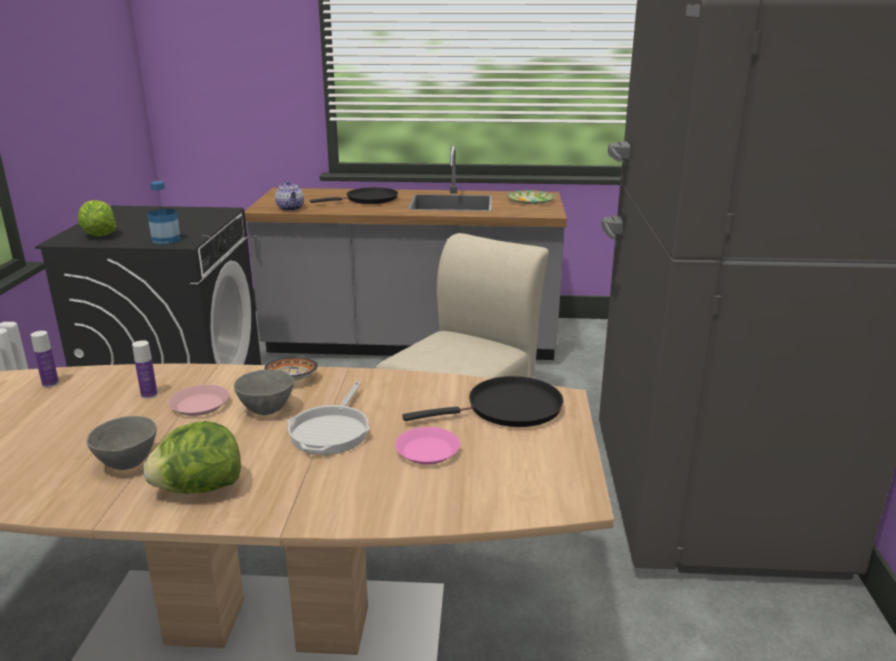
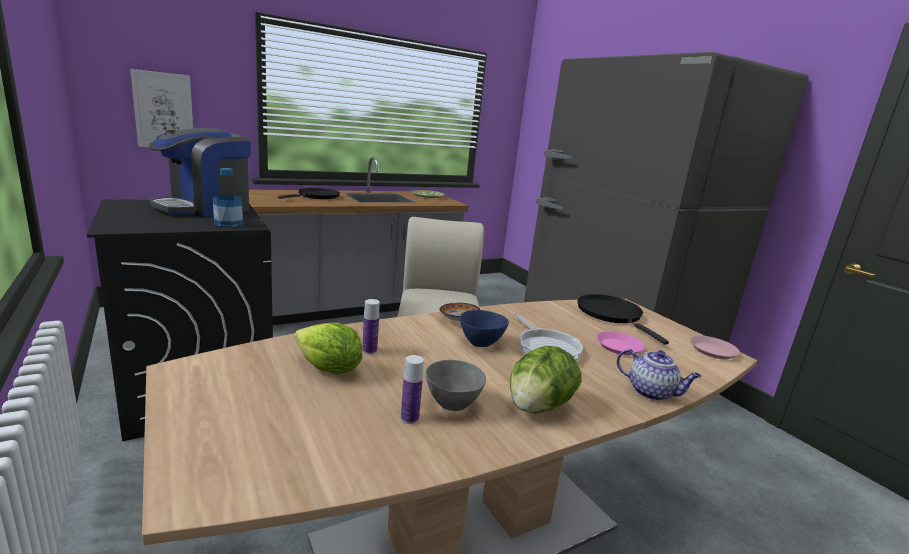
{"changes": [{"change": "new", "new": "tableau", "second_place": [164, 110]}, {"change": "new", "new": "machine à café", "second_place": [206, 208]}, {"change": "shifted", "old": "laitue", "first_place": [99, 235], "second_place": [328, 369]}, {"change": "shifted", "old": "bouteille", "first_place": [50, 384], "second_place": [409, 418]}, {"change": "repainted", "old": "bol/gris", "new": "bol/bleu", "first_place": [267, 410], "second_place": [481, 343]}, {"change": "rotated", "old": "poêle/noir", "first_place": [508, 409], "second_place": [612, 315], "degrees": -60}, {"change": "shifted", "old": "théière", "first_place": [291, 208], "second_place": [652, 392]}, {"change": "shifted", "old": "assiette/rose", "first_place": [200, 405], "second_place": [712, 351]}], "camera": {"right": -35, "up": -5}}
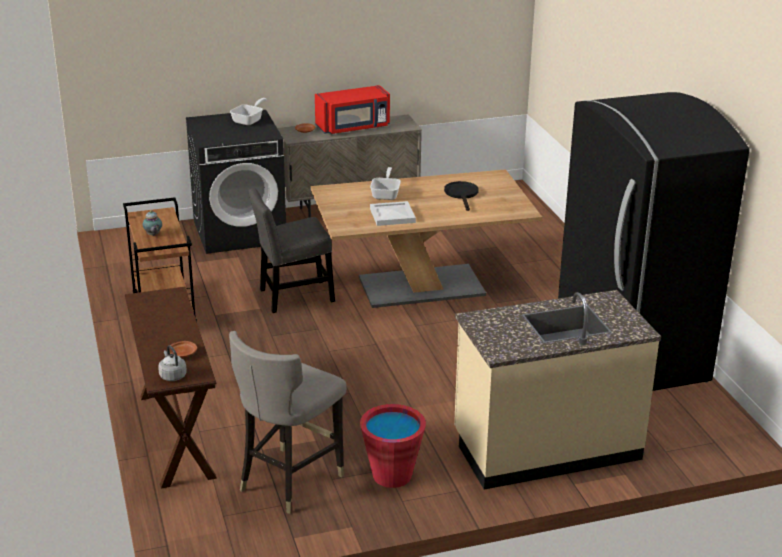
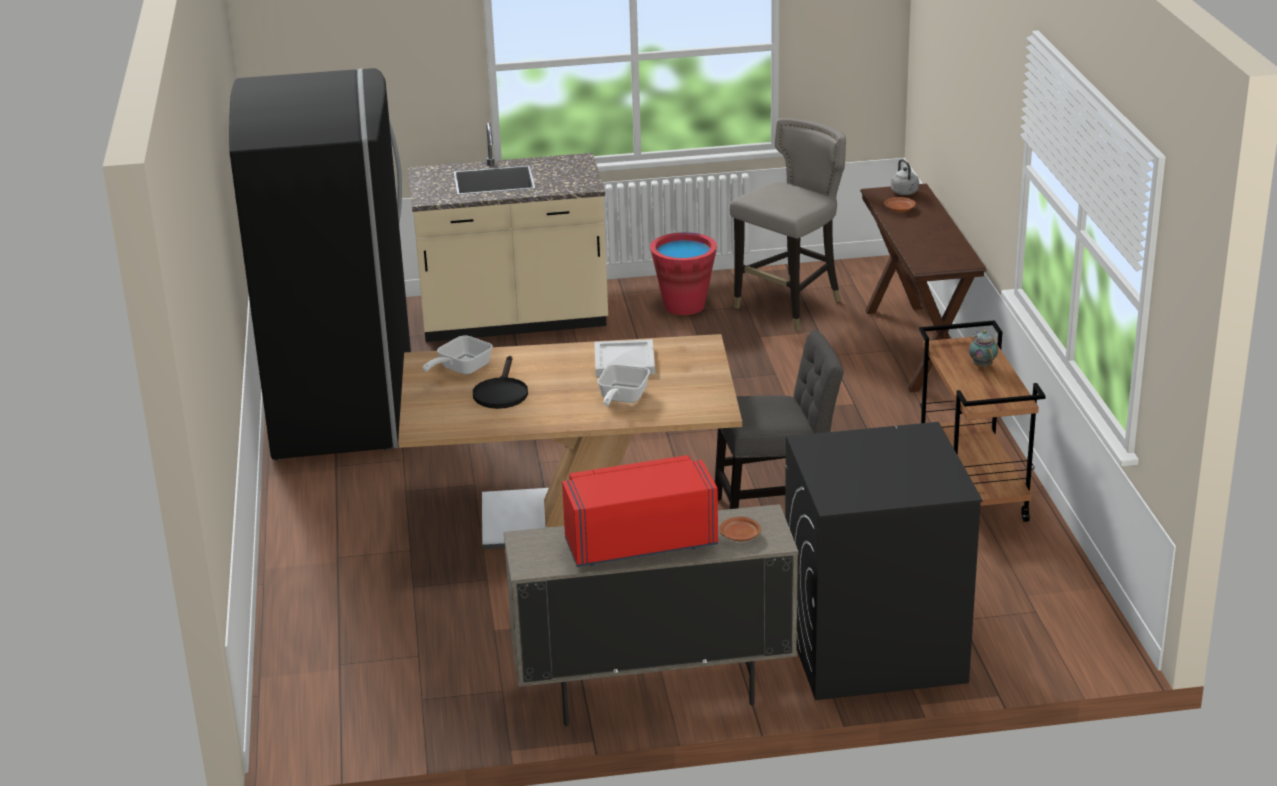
{"changes": [{"change": "shifted", "old": "poêle", "first_place": [249, 120], "second_place": [460, 369]}], "camera": {"right": -170, "up": 0}}
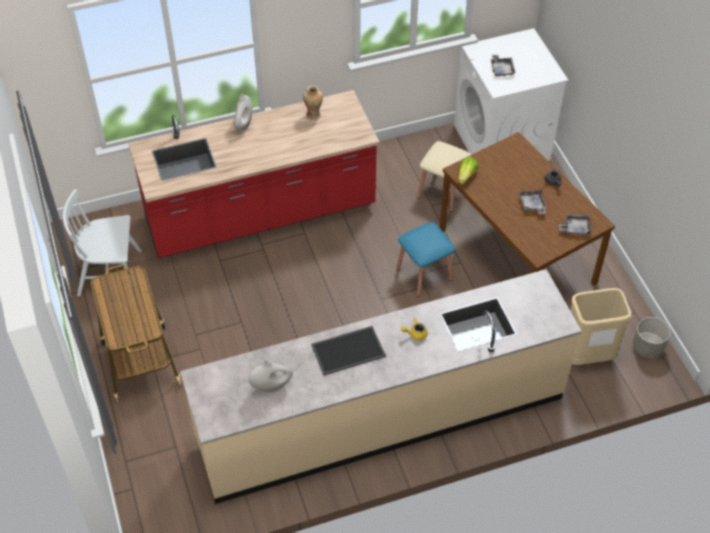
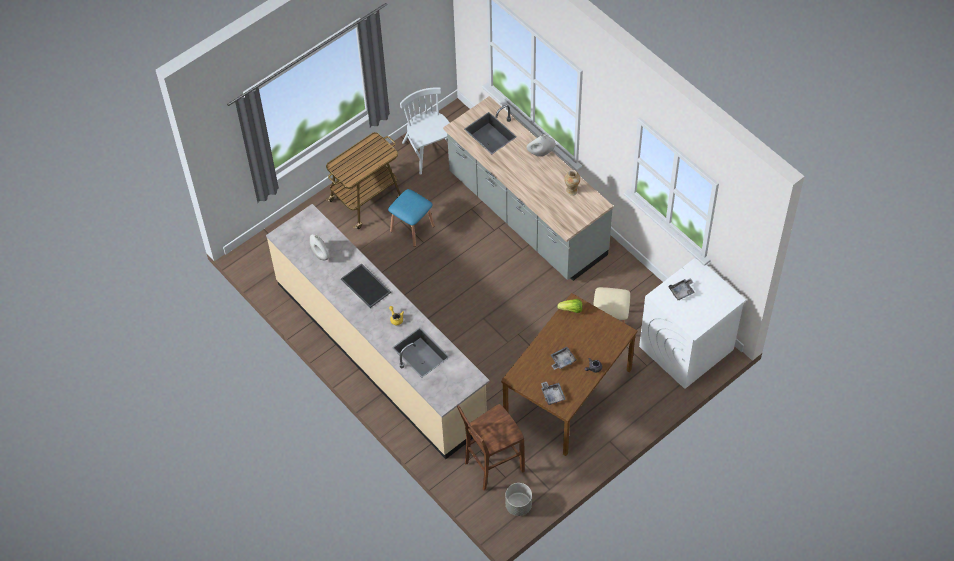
{"changes": [{"change": "shifted", "old": "tabouret/bleu", "first_place": [424, 274], "second_place": [412, 228]}, {"change": "repainted", "old": "comptoir de cuisine/rouge", "new": "comptoir de cuisine/gris", "first_place": [260, 214], "second_place": [526, 215]}, {"change": "swapped", "old": "poubelle/beige", "new": "tabouret/marron", "first_place": [587, 355], "second_place": [492, 466]}], "camera": {"right": 70, "up": 5}}
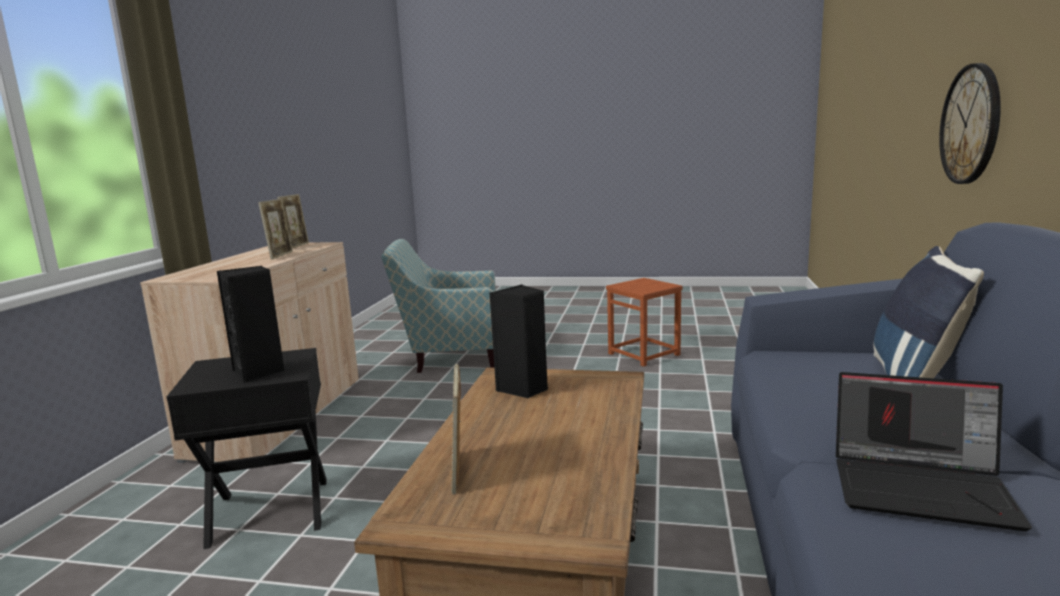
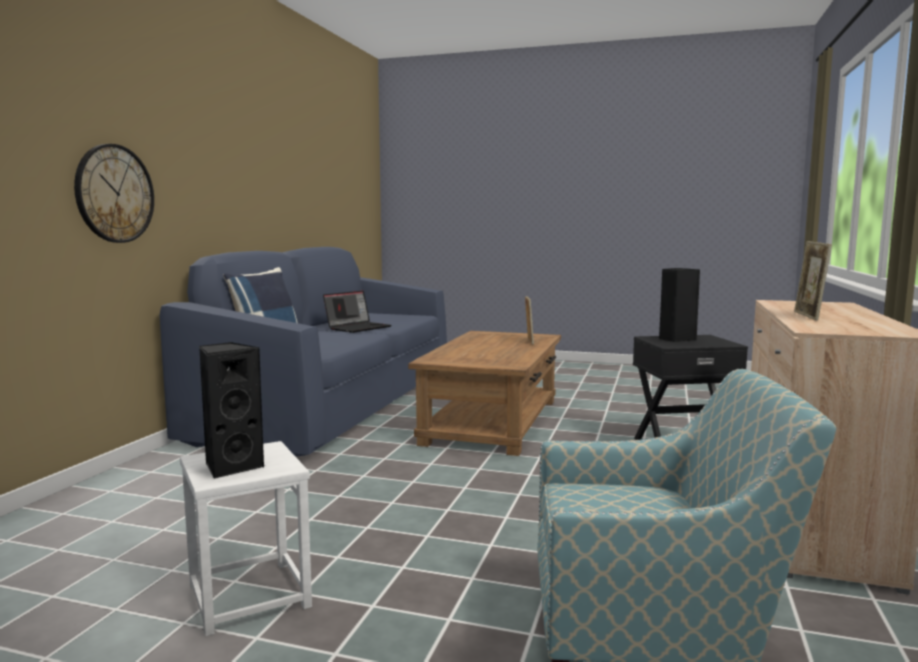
{"changes": [{"change": "repainted", "old": "tabouret/marron", "new": "tabouret/blanc", "first_place": [644, 354], "second_place": [248, 596]}, {"change": "shifted", "old": "enceinte/noir", "first_place": [523, 389], "second_place": [232, 466]}, {"change": "rotated", "old": "ordinateur portable", "first_place": [923, 488], "second_place": [358, 327], "degrees": 105}, {"change": "gone", "old": "cadre photo", "first_place": [297, 246]}], "camera": {"right": -175, "up": -5}}
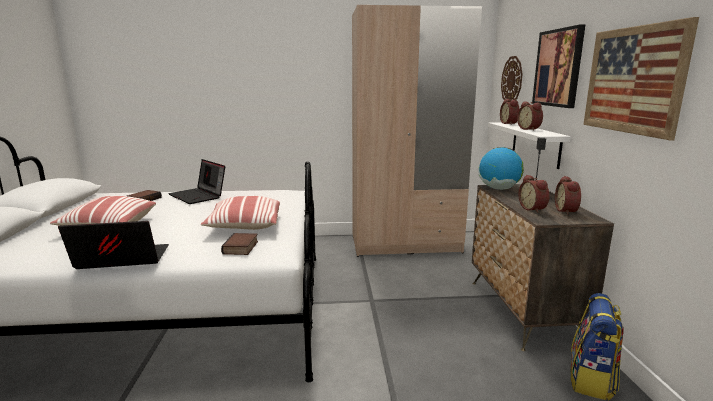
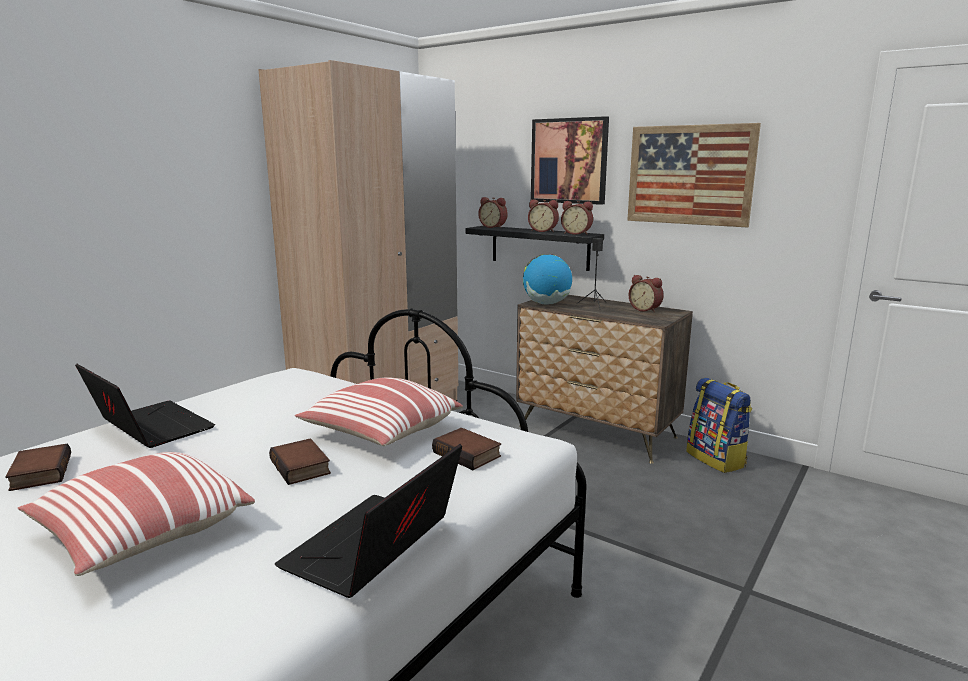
{"changes": [{"change": "rotated", "old": "ordinateur portable", "first_place": [199, 196], "second_place": [148, 427], "degrees": -135}, {"change": "new", "new": "livre", "second_place": [302, 467]}, {"change": "repainted", "old": "étagère/blanc", "new": "étagère/noir", "first_place": [535, 144], "second_place": [539, 247]}, {"change": "shifted", "old": "réveil", "first_place": [533, 209], "second_place": [577, 233]}, {"change": "gone", "old": "horloge murale", "first_place": [512, 80]}], "camera": {"right": -50, "up": 0}}
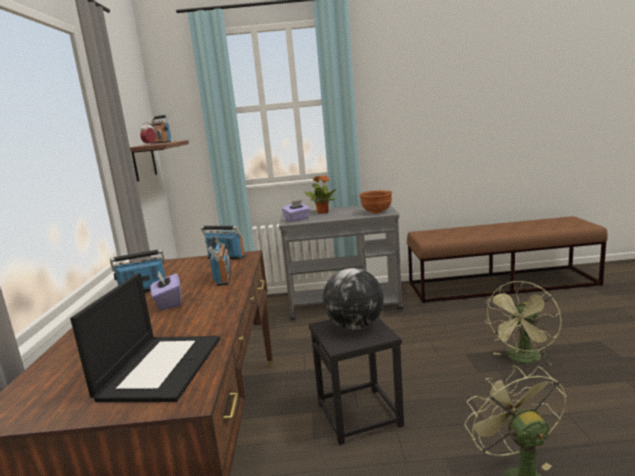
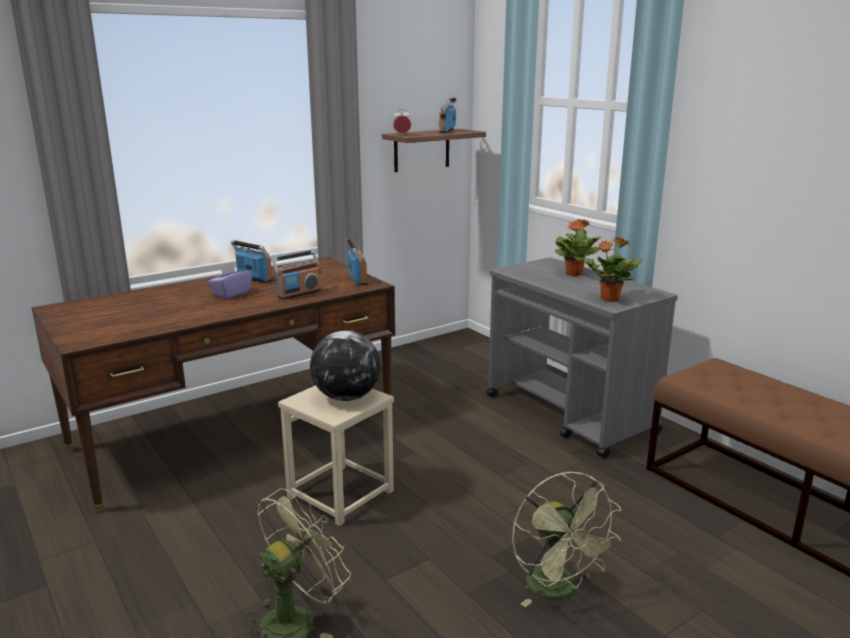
{"changes": [{"change": "repainted", "old": "tabouret/noir", "new": "tabouret/beige", "first_place": [359, 414], "second_place": [341, 494]}, {"change": "rotated", "old": "ventilateur/vert", "first_place": [523, 360], "second_place": [559, 590], "degrees": -120}, {"change": "swapped", "old": "bol/marron", "new": "plante en pot", "first_place": [376, 212], "second_place": [609, 299]}, {"change": "gone", "old": "ordinateur portable", "first_place": [161, 366]}, {"change": "gone", "old": "boîte à mouchoirs/violet", "first_place": [297, 219]}], "camera": {"right": 55, "up": 5}}
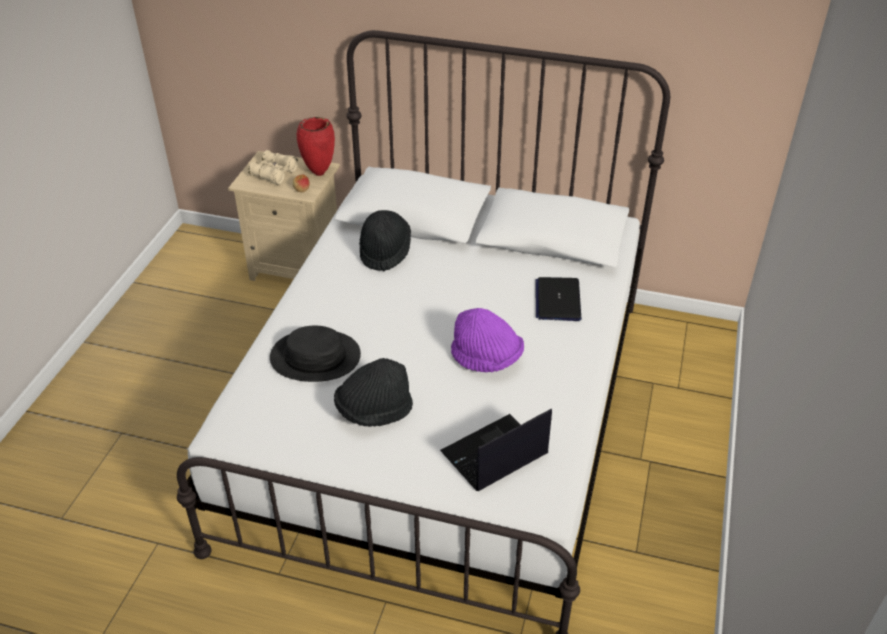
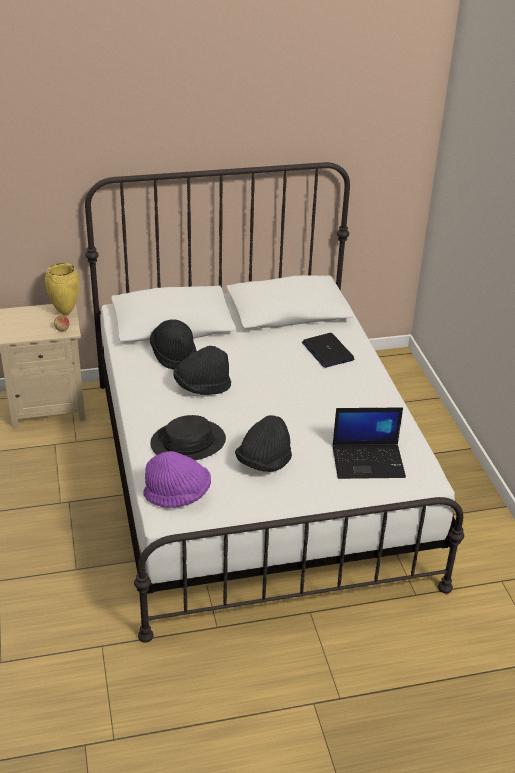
{"changes": [{"change": "repainted", "old": "vase/rouge", "new": "vase/jaune", "first_place": [319, 173], "second_place": [65, 312]}, {"change": "shifted", "old": "chapeau/violet", "first_place": [486, 359], "second_place": [178, 495]}, {"change": "new", "new": "chapeau/noir", "second_place": [202, 387]}, {"change": "rotated", "old": "ordinateur portable", "first_place": [494, 455], "second_place": [369, 461], "degrees": -120}, {"change": "gone", "old": "jumelles/beige", "first_place": [274, 173]}], "camera": {"right": -30, "up": -5}}
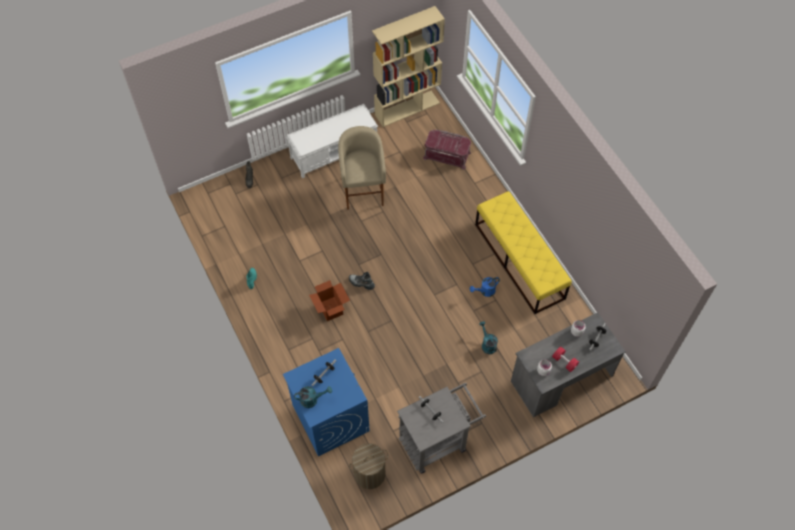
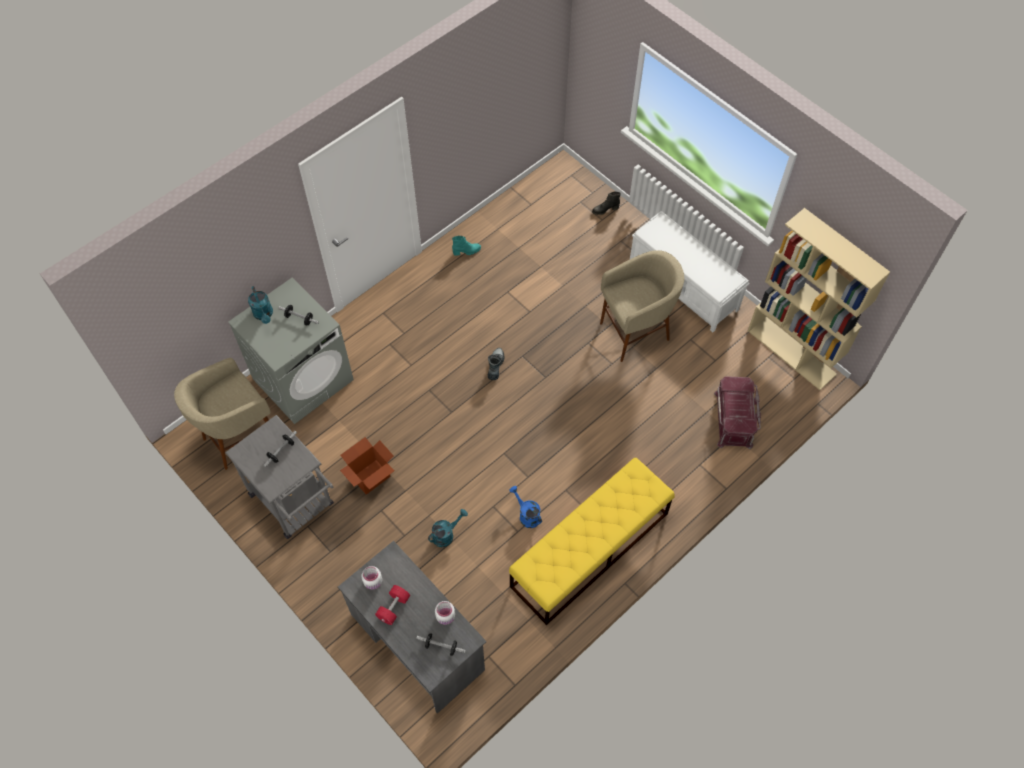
{"changes": [{"change": "swapped", "old": "panier à linge", "new": "tabouret/beige", "first_place": [369, 474], "second_place": [239, 438]}, {"change": "repainted", "old": "lave-linge/bleu", "new": "lave-linge/gris", "first_place": [330, 418], "second_place": [303, 379]}, {"change": "shifted", "old": "carton", "first_place": [331, 309], "second_place": [370, 477]}], "camera": {"right": 75, "up": 0}}
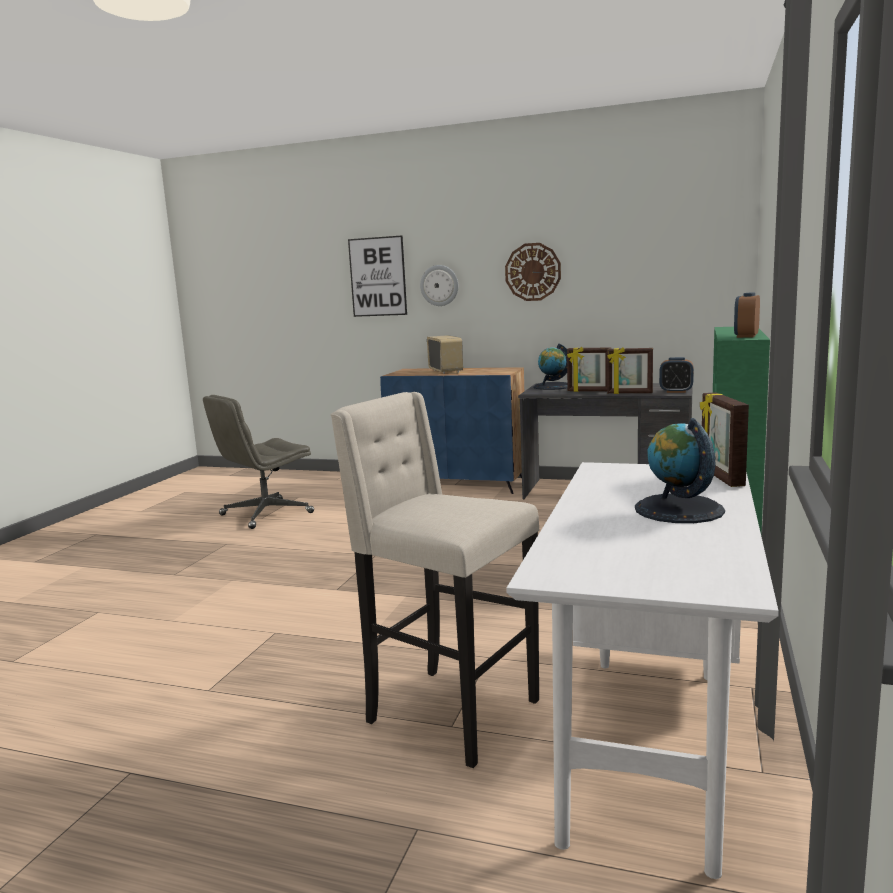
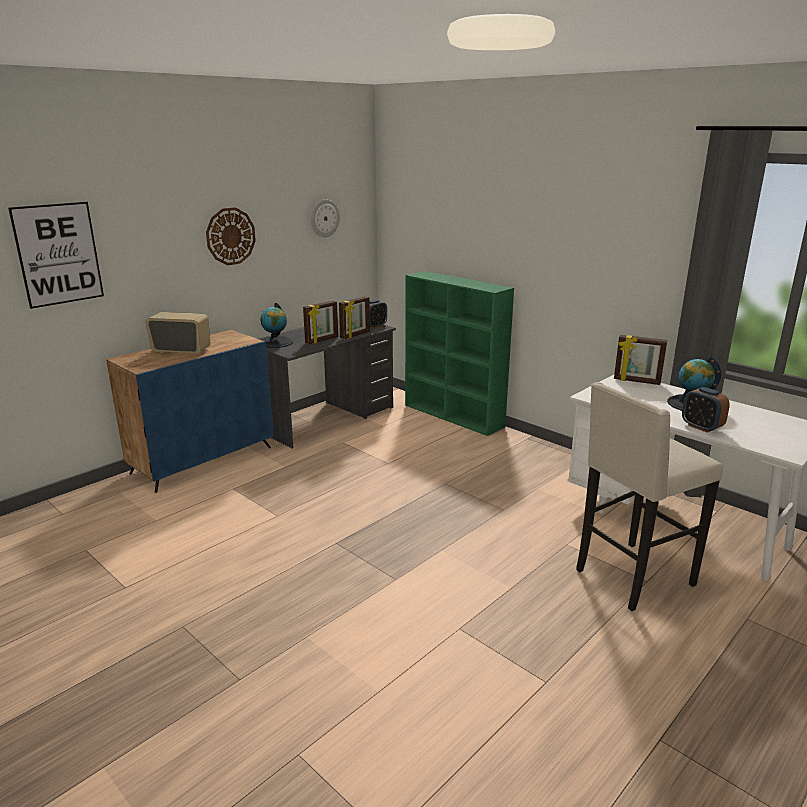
{"changes": [{"change": "shifted", "old": "horloge murale", "first_place": [439, 285], "second_place": [324, 218]}, {"change": "shifted", "old": "réveil", "first_place": [746, 336], "second_place": [701, 427]}, {"change": "gone", "old": "chaise de bureau/gris", "first_place": [265, 514]}], "camera": {"right": -65, "up": 10}}
